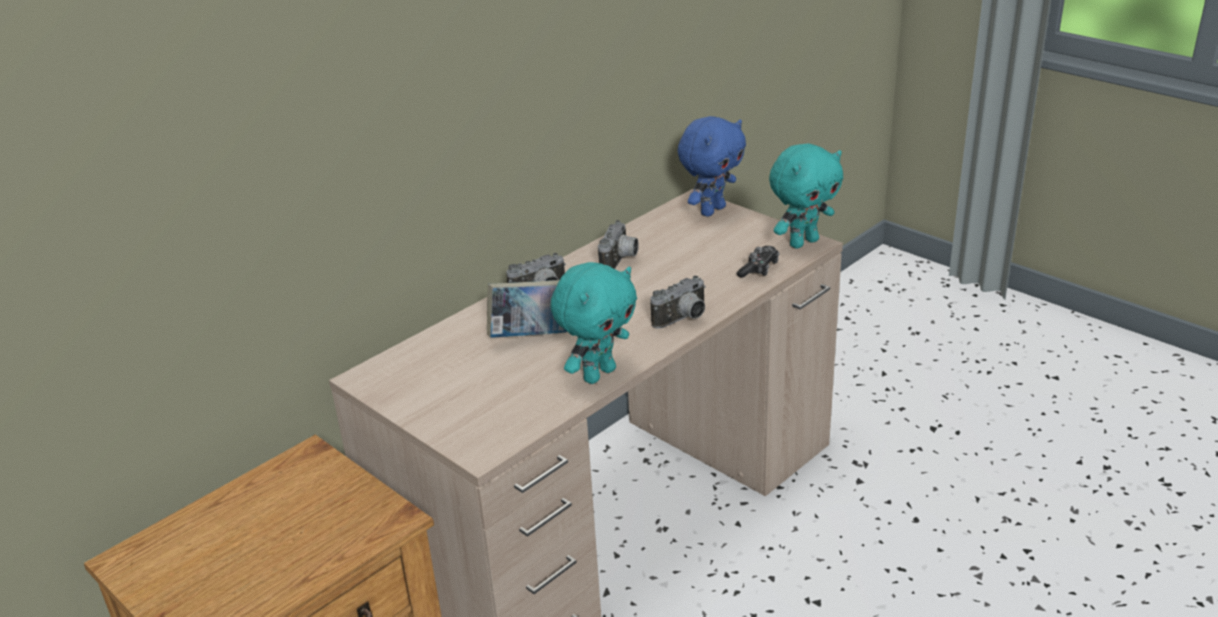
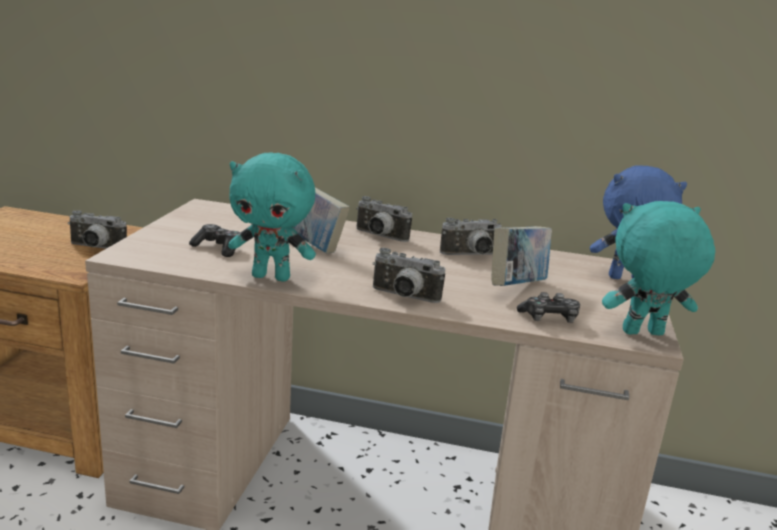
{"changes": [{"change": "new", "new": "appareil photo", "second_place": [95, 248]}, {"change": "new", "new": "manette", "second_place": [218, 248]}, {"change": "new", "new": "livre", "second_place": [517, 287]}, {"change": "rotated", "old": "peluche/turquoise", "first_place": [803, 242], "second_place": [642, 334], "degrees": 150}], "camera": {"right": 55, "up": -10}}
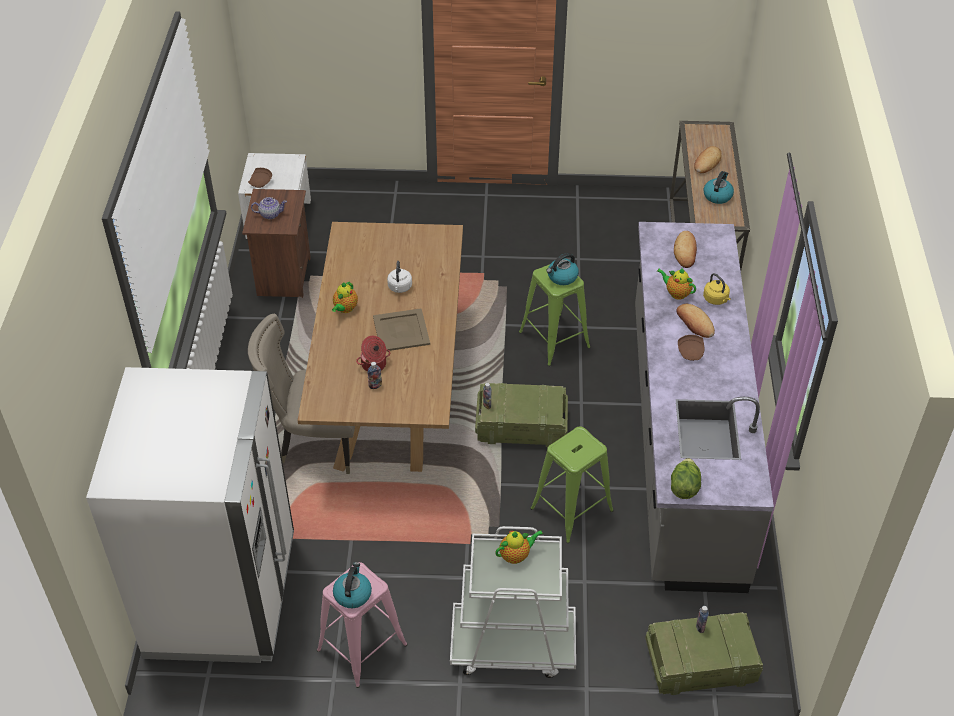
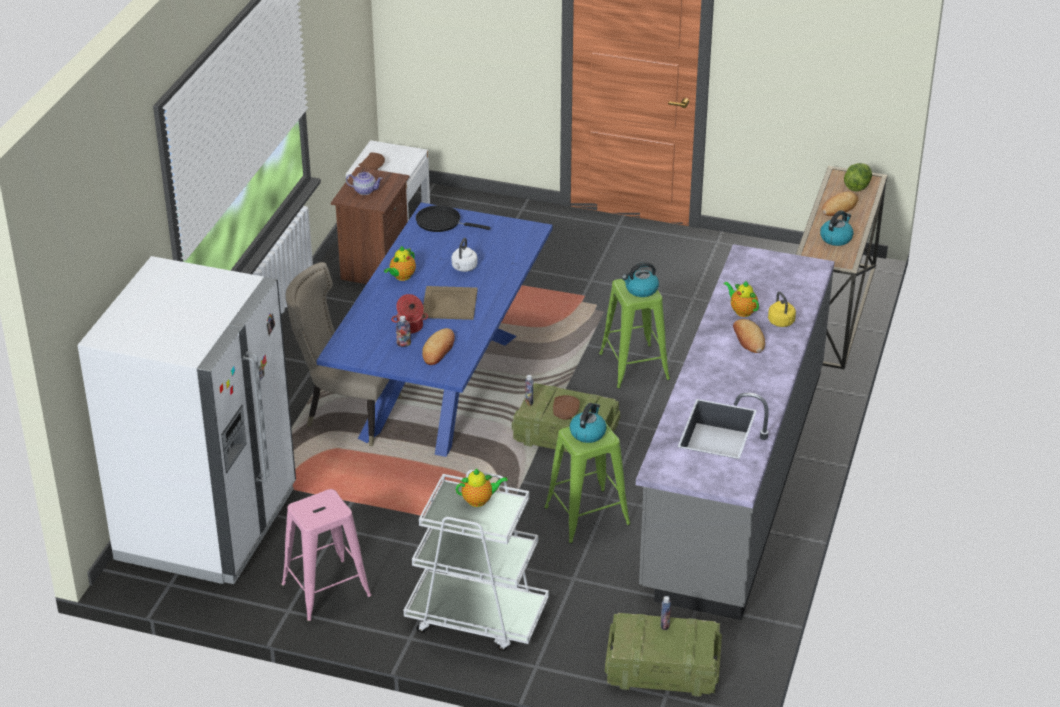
{"changes": [{"change": "repainted", "old": "table à manger/marron", "new": "table à manger/bleu", "first_place": [390, 393], "second_place": [441, 385]}, {"change": "new", "new": "poêle/noir", "second_place": [442, 222]}, {"change": "shifted", "old": "pain", "first_place": [685, 252], "second_place": [439, 350]}, {"change": "shifted", "old": "assiette/marron", "first_place": [691, 352], "second_place": [565, 413]}, {"change": "shifted", "old": "bouilloire", "first_place": [352, 594], "second_place": [588, 433]}, {"change": "shifted", "old": "laitue", "first_place": [684, 487], "second_place": [857, 186]}], "camera": {"right": 15, "up": -10}}
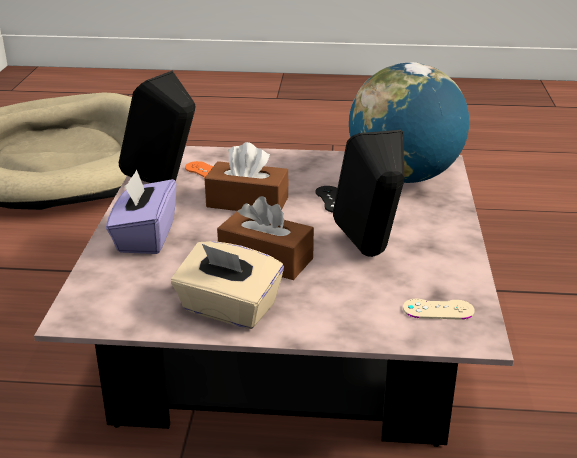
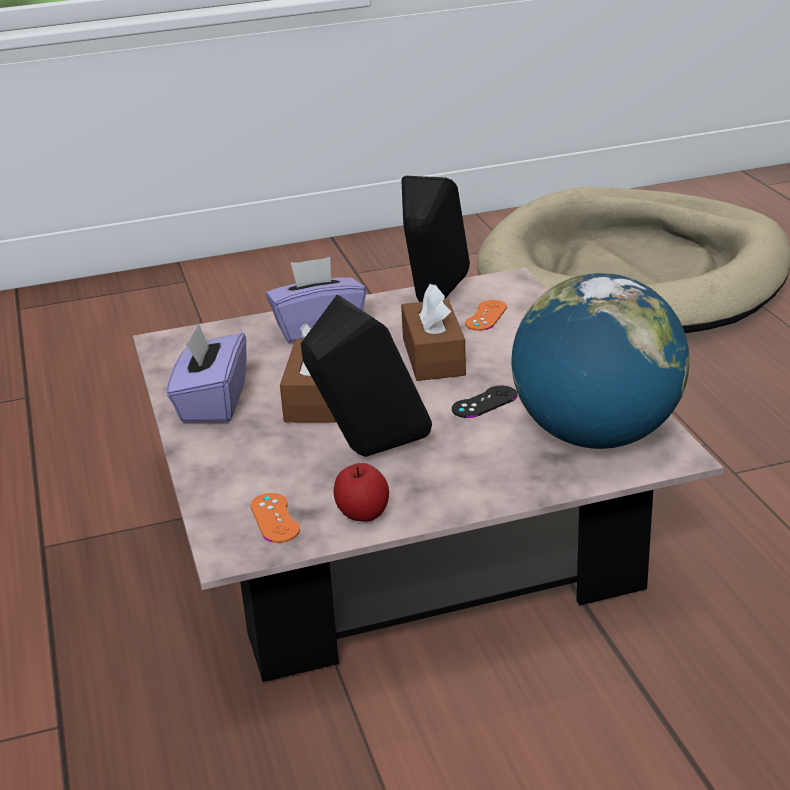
{"changes": [{"change": "repainted", "old": "boîte à mouchoirs/beige", "new": "boîte à mouchoirs/violet", "first_place": [228, 309], "second_place": [212, 403]}, {"change": "repainted", "old": "manette/beige", "new": "manette/orange", "first_place": [438, 309], "second_place": [275, 518]}, {"change": "new", "new": "pomme", "second_place": [363, 514]}], "camera": {"right": 70, "up": 0}}
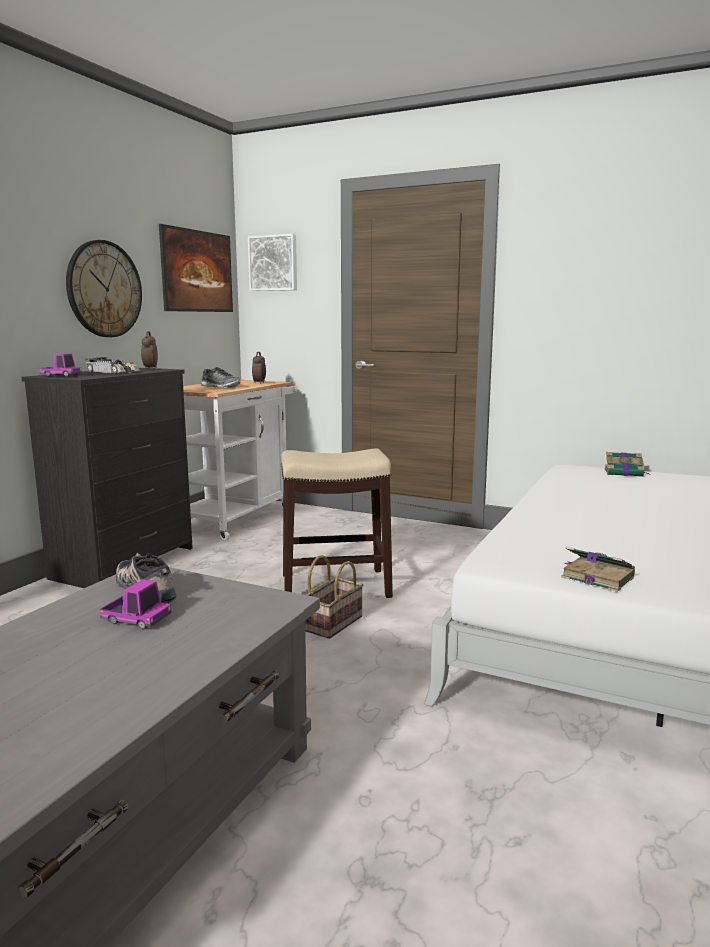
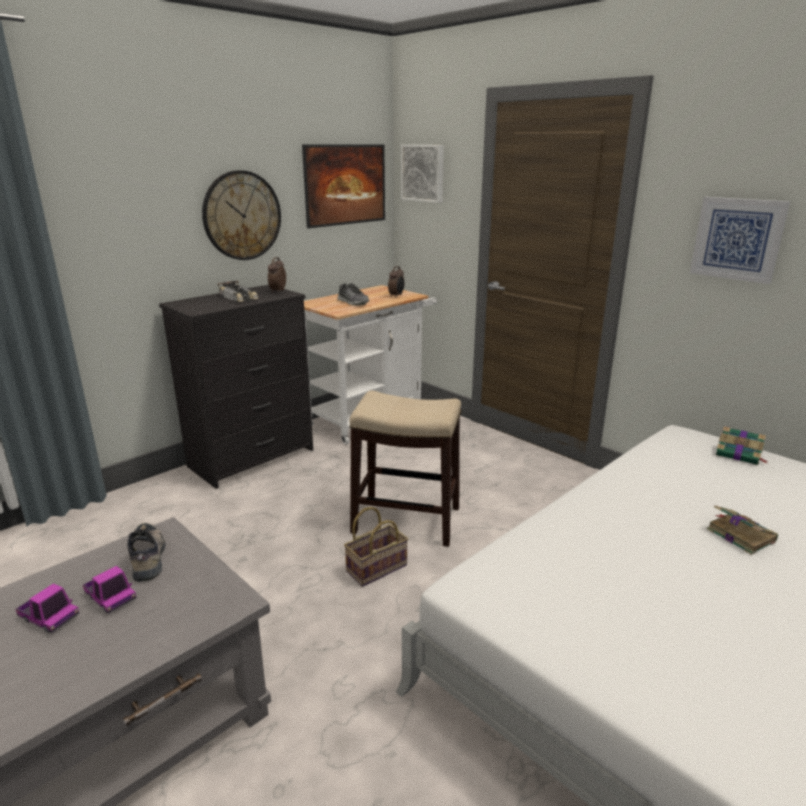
{"changes": [{"change": "shifted", "old": "camion jouet", "first_place": [61, 375], "second_place": [49, 617]}, {"change": "new", "new": "tableau", "second_place": [737, 239]}, {"change": "shifted", "old": "livre", "first_place": [596, 577], "second_place": [739, 534]}], "camera": {"right": 20, "up": 10}}
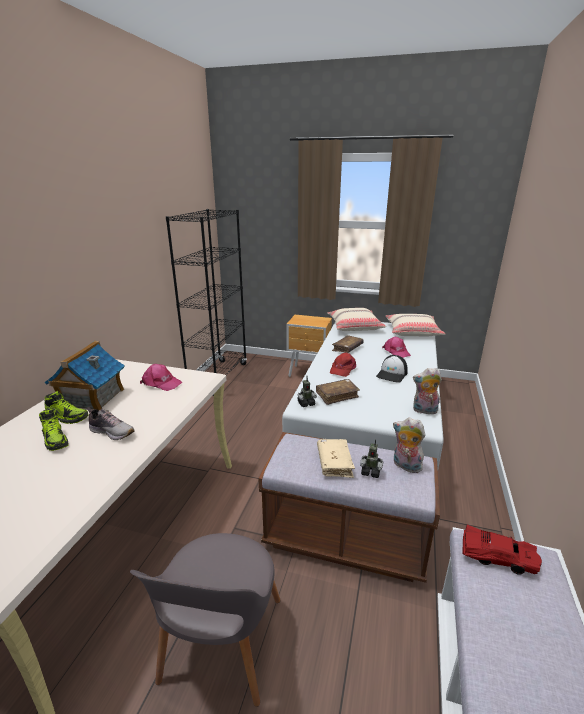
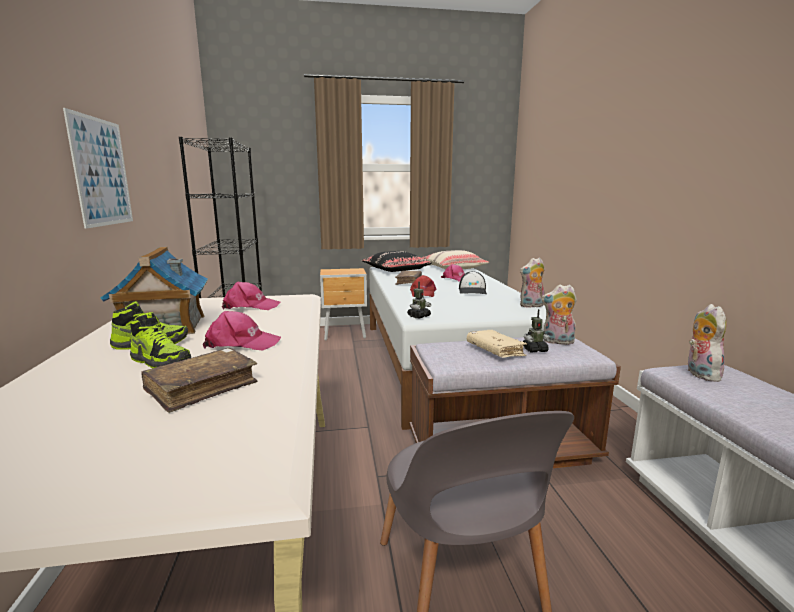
{"changes": [{"change": "new", "new": "tableau", "second_place": [102, 172]}, {"change": "shifted", "old": "livre/marron", "first_place": [337, 395], "second_place": [202, 388]}, {"change": "swapped", "old": "chaussure", "new": "casquette/rose", "first_place": [112, 432], "second_place": [241, 343]}, {"change": "repainted", "old": "coussin/beige", "new": "coussin/noir", "first_place": [354, 326], "second_place": [395, 270]}, {"change": "swapped", "old": "petite voiture/rouge", "new": "peluche", "first_place": [498, 557], "second_place": [699, 374]}], "camera": {"right": -25, "up": -10}}
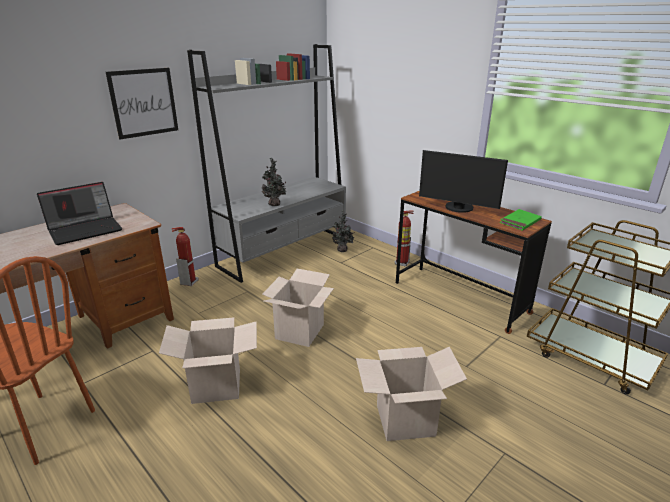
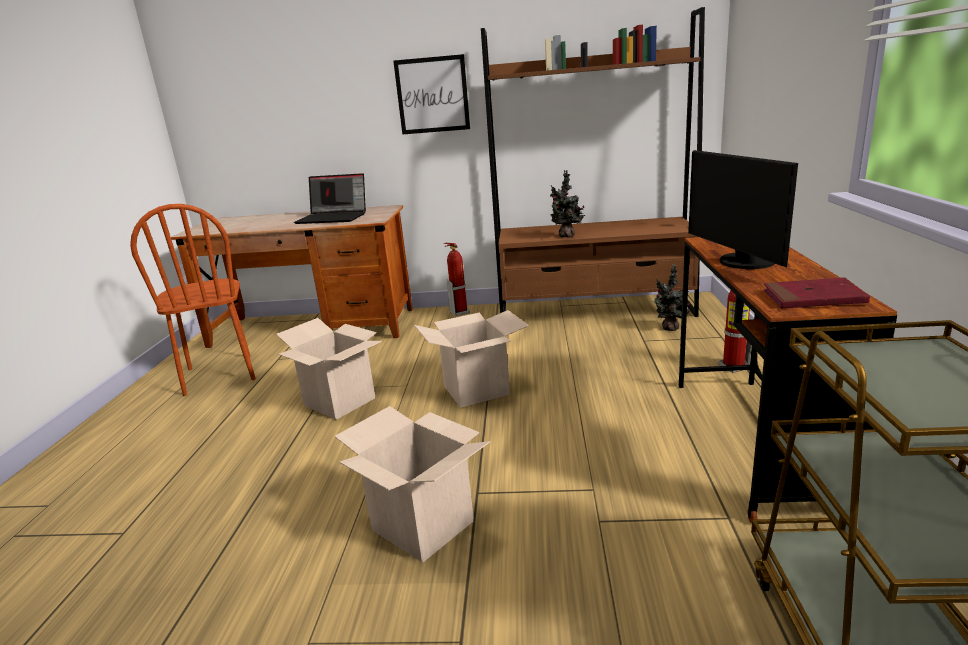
{"changes": [{"change": "repainted", "old": "bibliothèque/gris", "new": "bibliothèque/marron", "first_place": [284, 251], "second_place": [595, 311]}, {"change": "repainted", "old": "livre/vert", "new": "livre/rouge", "first_place": [520, 222], "second_place": [813, 298]}], "camera": {"right": 50, "up": -5}}
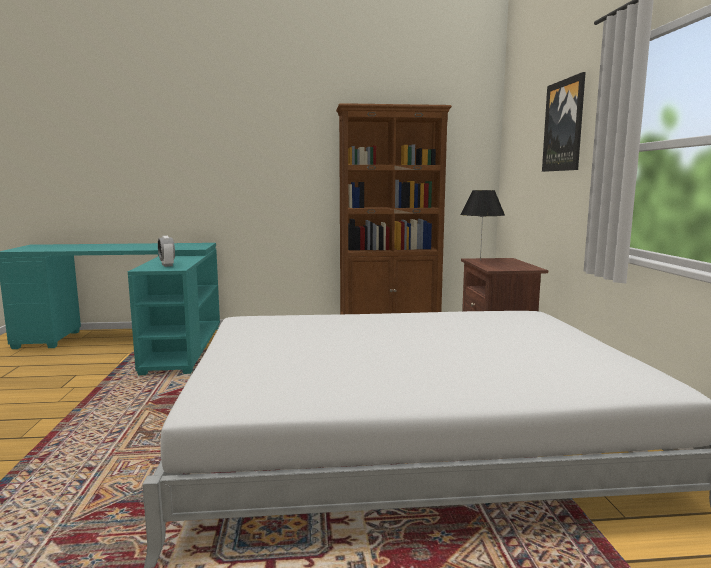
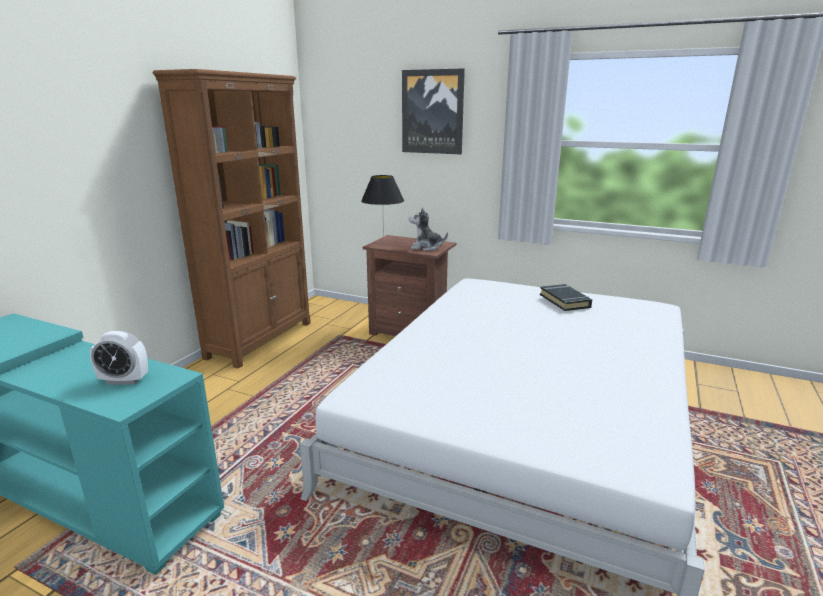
{"changes": [{"change": "new", "new": "peluche", "second_place": [426, 247]}, {"change": "new", "new": "livre/noir", "second_place": [565, 301]}], "camera": {"right": -60, "up": 10}}
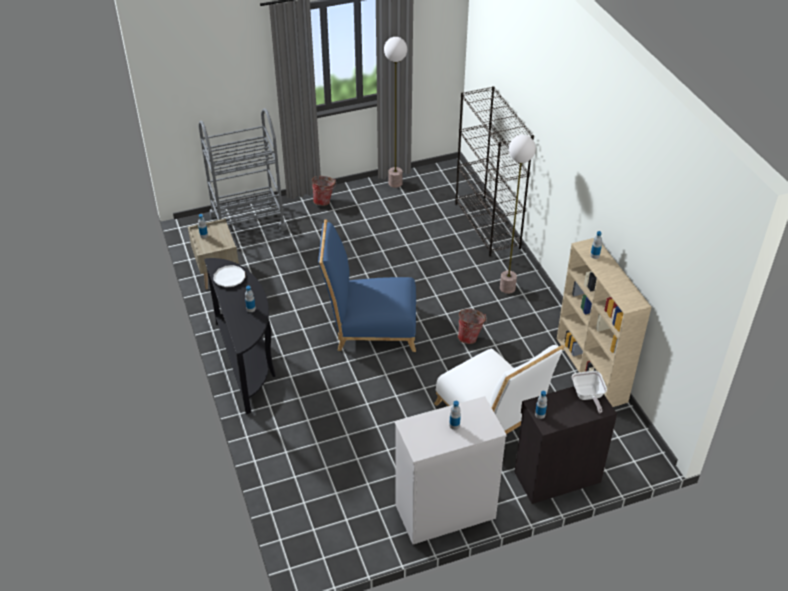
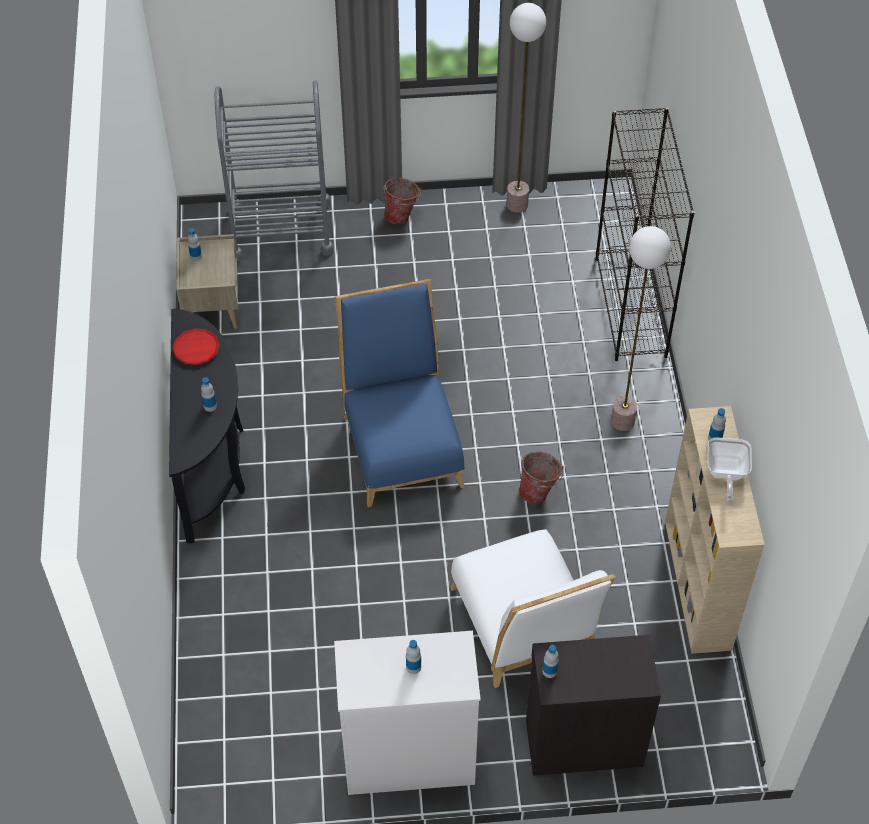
{"changes": [{"change": "repainted", "old": "assiette/blanc", "new": "assiette/rouge", "first_place": [229, 278], "second_place": [196, 349]}, {"change": "rotated", "old": "chaise/bleu", "first_place": [370, 327], "second_place": [401, 443], "degrees": 60}, {"change": "shifted", "old": "poêle", "first_place": [587, 396], "second_place": [725, 473]}], "camera": {"right": 15, "up": 10}}
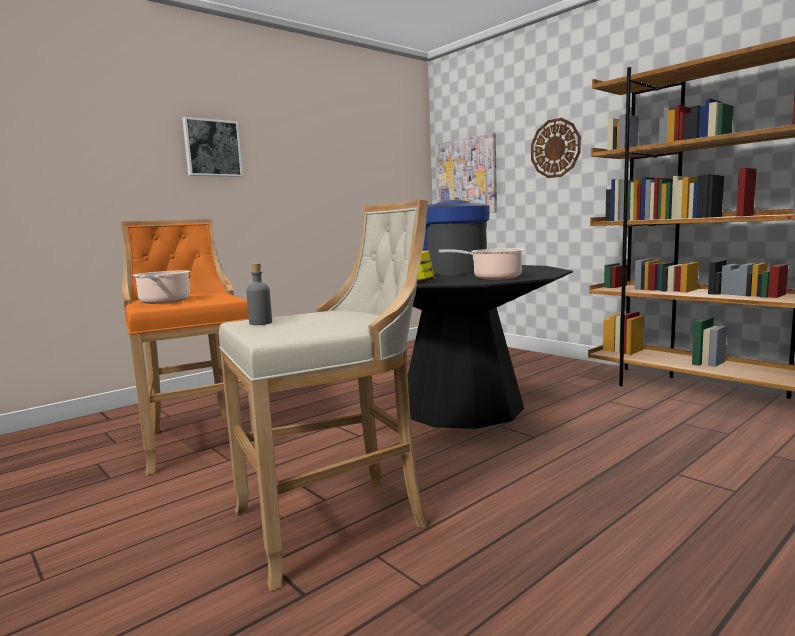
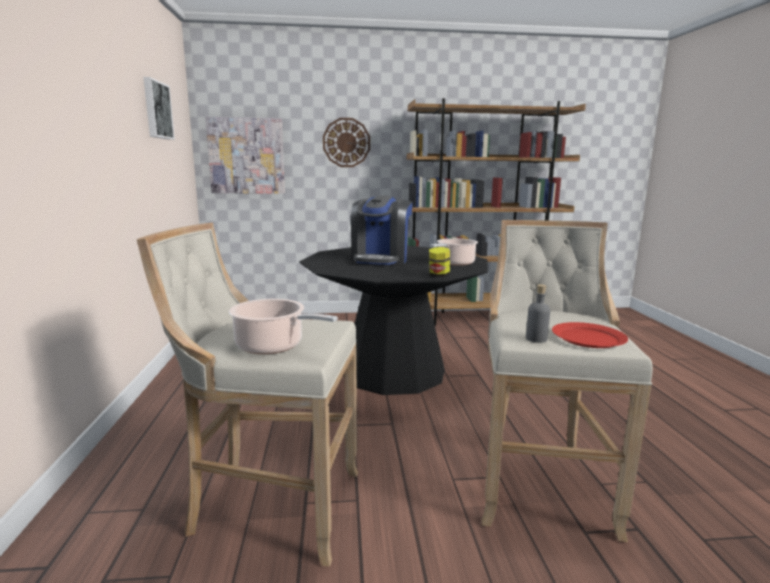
{"changes": [{"change": "repainted", "old": "tabouret/orange", "new": "tabouret/beige", "first_place": [198, 440], "second_place": [271, 506]}, {"change": "shifted", "old": "tableau", "first_place": [212, 148], "second_place": [156, 110]}, {"change": "rotated", "old": "machine à café", "first_place": [450, 272], "second_place": [381, 259], "degrees": -75}, {"change": "new", "new": "assiette/rouge", "second_place": [588, 338]}], "camera": {"right": -55, "up": 5}}
